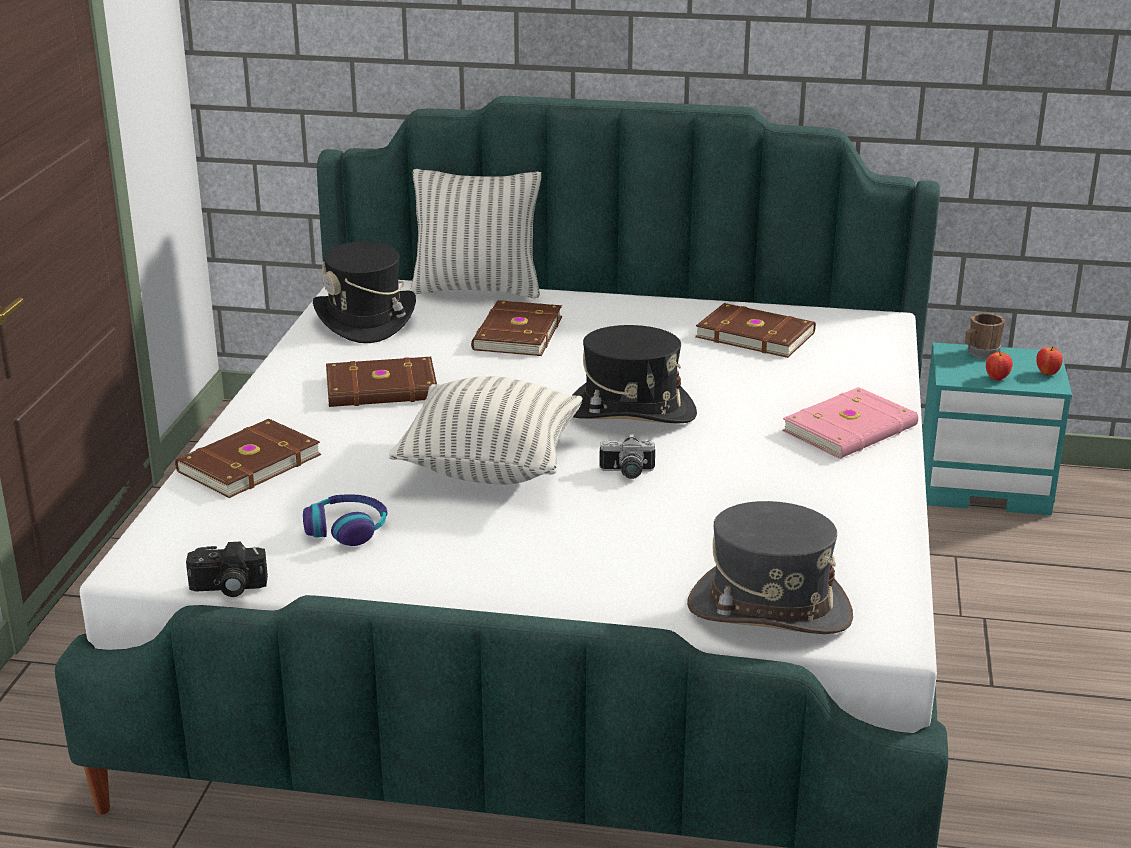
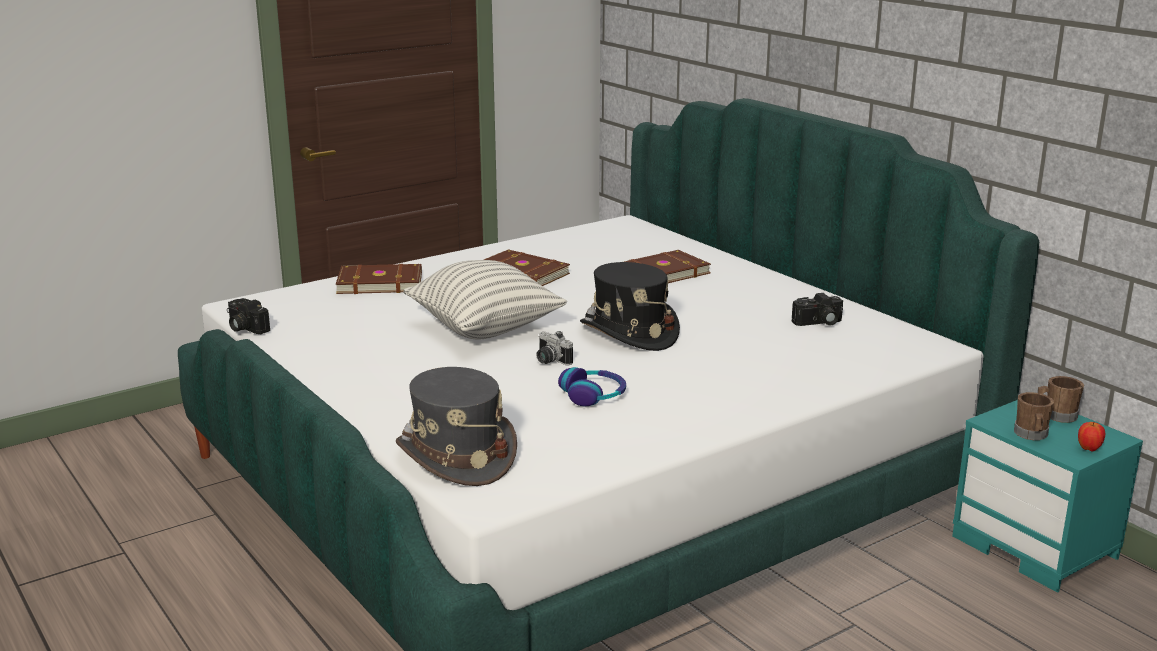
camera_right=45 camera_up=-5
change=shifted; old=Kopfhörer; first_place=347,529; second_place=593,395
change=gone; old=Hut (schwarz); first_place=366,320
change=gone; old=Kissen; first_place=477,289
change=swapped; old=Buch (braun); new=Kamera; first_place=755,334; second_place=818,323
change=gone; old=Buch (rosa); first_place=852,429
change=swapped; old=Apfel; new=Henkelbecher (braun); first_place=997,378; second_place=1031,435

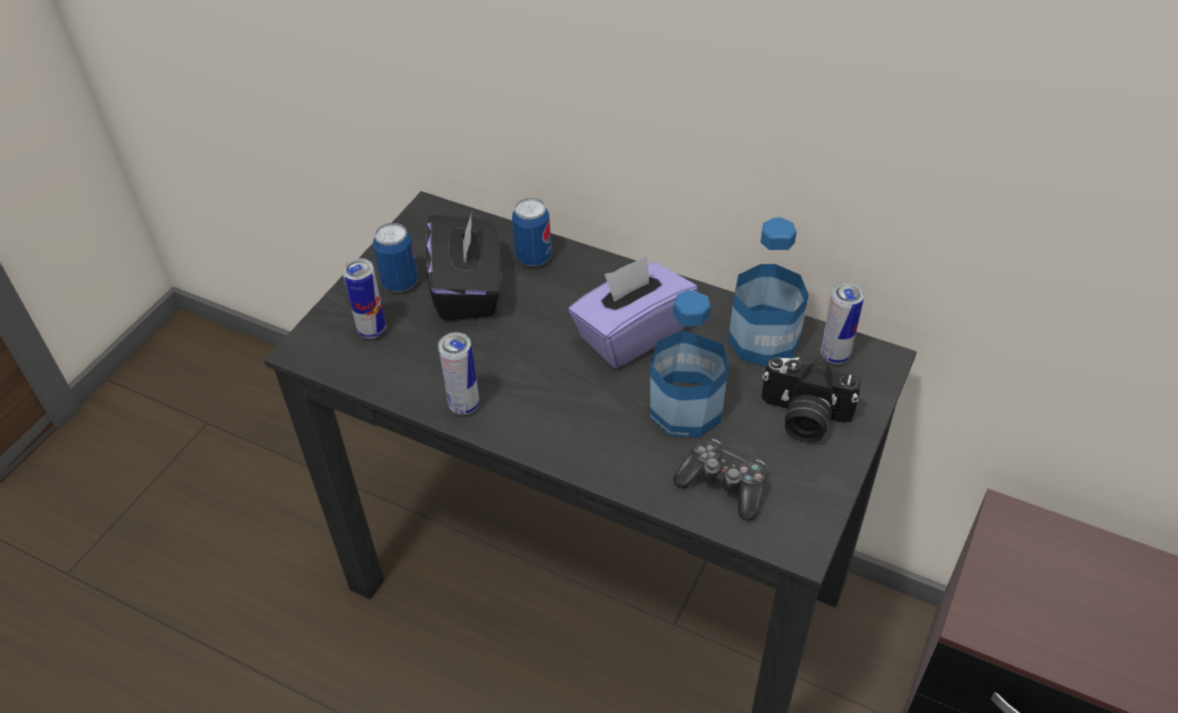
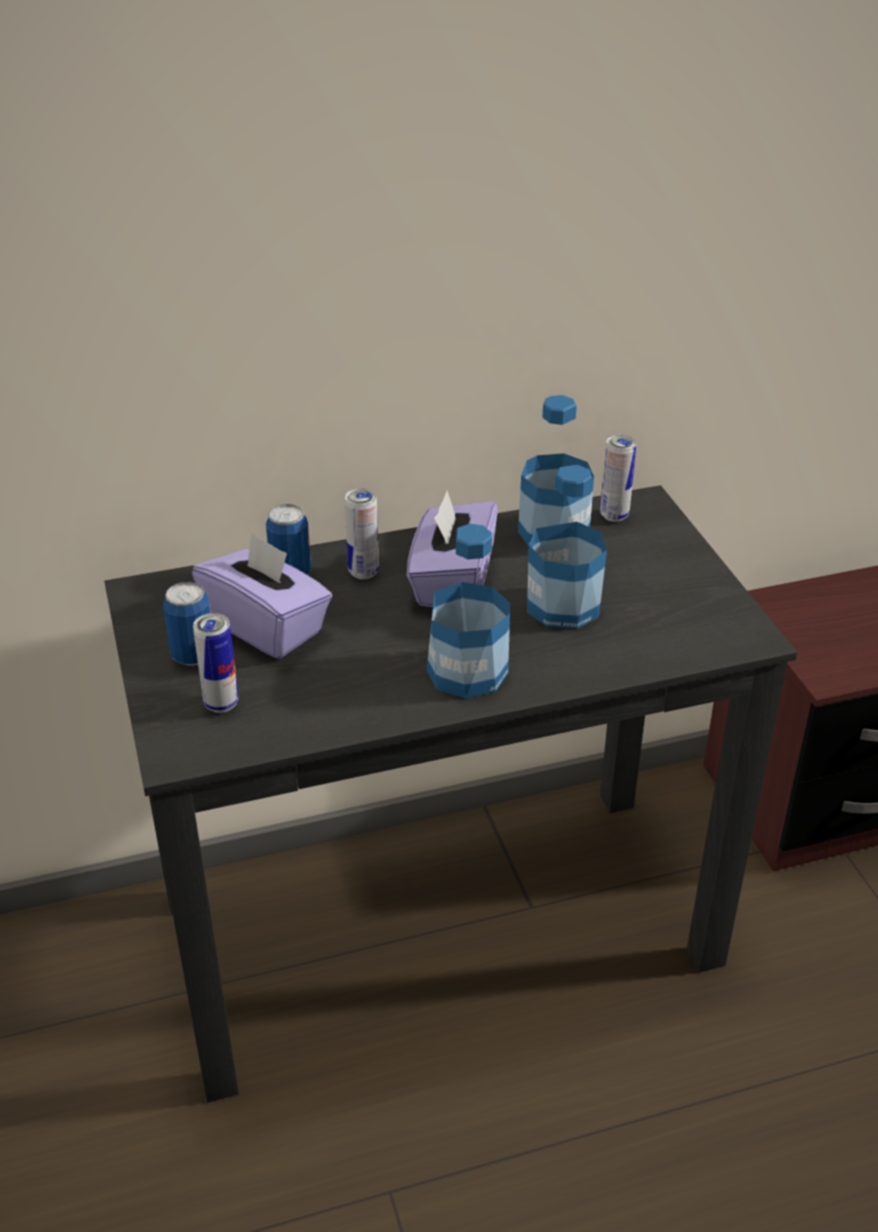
camera_right=-45 camera_up=-10
change=repainted; old=Taschentuchbox (schwarz); new=Taschentuchbox (lila); first_place=468,289; second_place=267,626
change=shifted; old=Dose; first_place=464,405; second_place=363,572
change=gone; old=Gamepad; first_place=723,485
change=gone; old=Kamera; first_place=803,418
change=new; new=Flasche; second_place=467,671

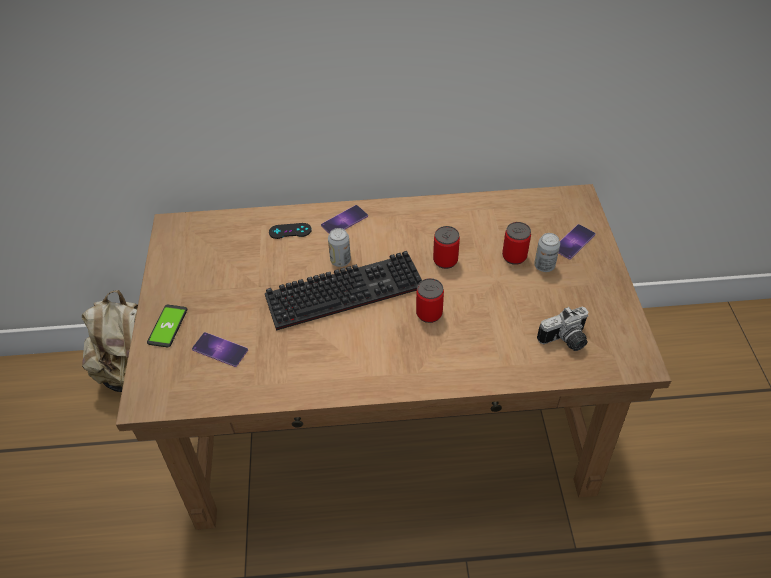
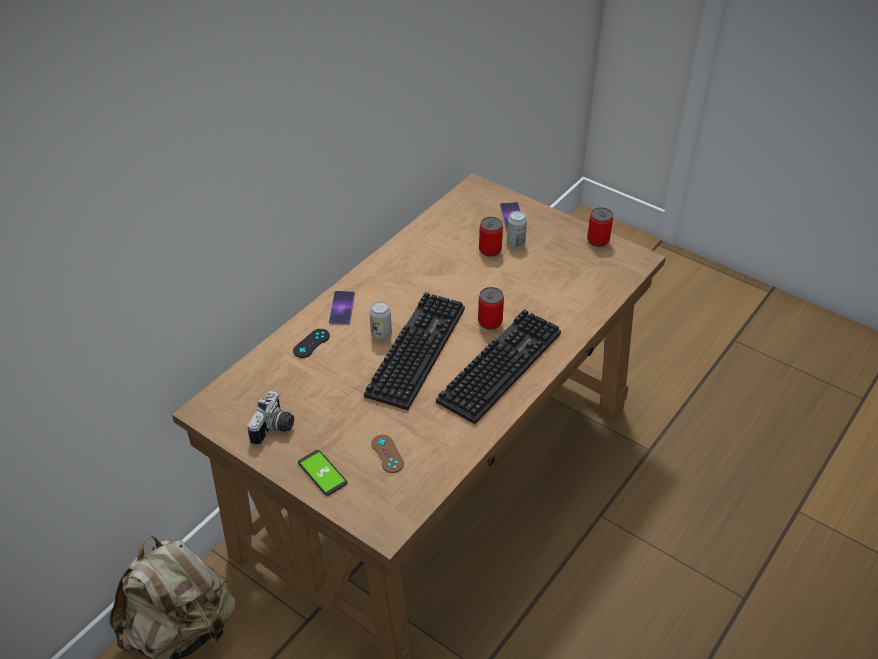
camera_right=-50 camera_up=-5
change=swapped; old=Handy; new=Gamepad (braun); first_place=220,349; second_place=387,454
change=shifted; old=Dose; first_place=445,260; second_place=598,240
change=shifted; old=Kamera; first_place=565,341; second_place=275,429
change=new; new=Tastatur; second_place=499,364

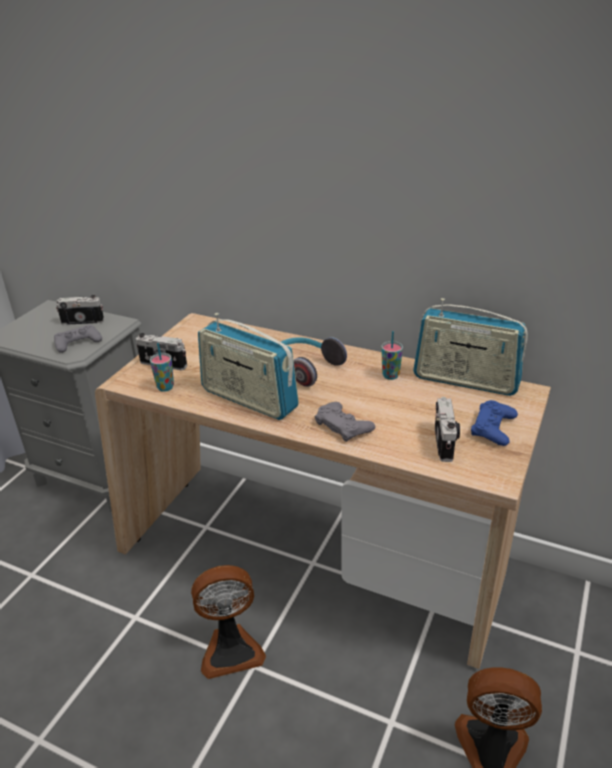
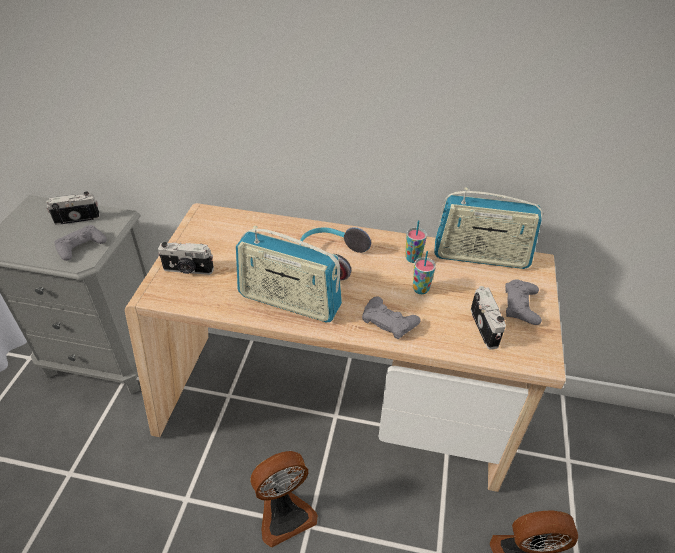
camera_right=-15 camera_up=10
change=shifted; old=Tasse; first_place=165,387; second_place=420,289
change=repainted; old=Gamepad (blau); new=Gamepad (grau); first_place=493,428; second_place=521,306

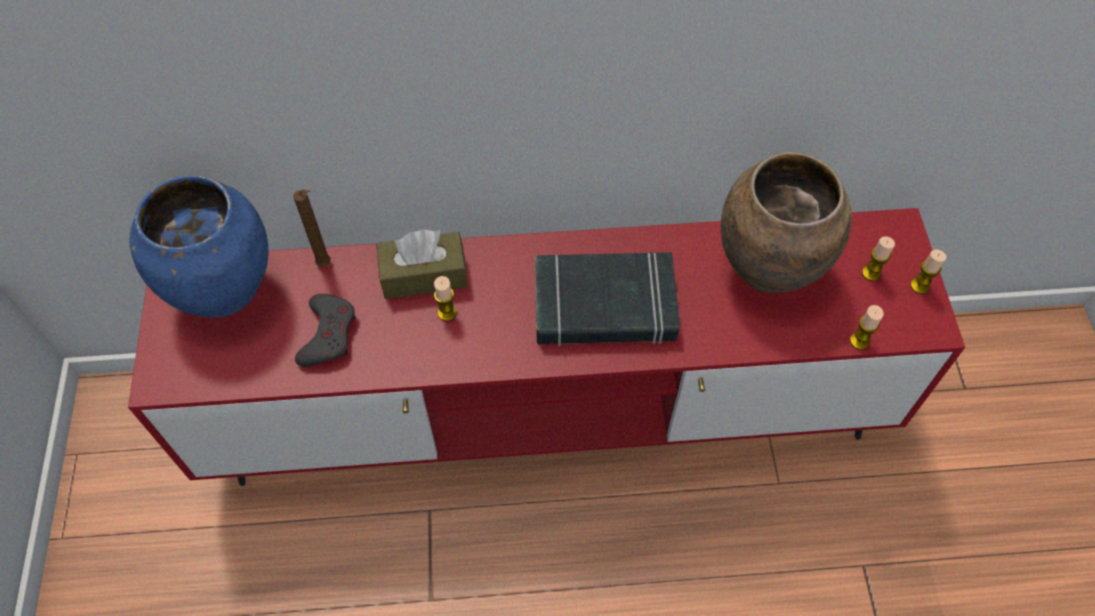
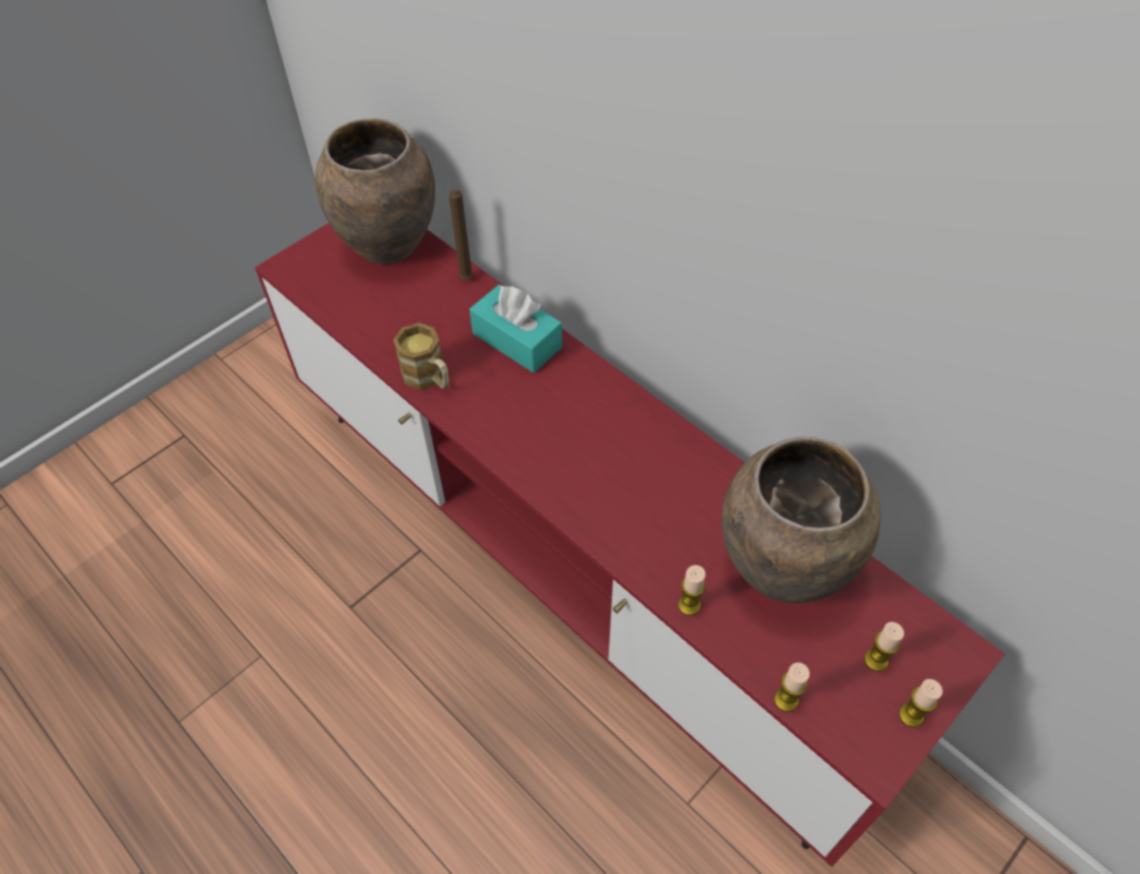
camera_right=50 camera_up=-5
change=repainted; old=Vase (blau); new=Vase (braun); first_place=224,291; second_place=388,246
change=gone; old=Gamepad (grau); first_place=328,334
change=repainted; old=Taschentuchbox (braun); new=Taschentuchbox (türkis); first_place=424,275; second_place=517,340
change=shifted; old=Kerze; first_place=447,313; second_place=689,605
change=gone; old=Buch (schwarz); first_place=604,306
change=new; new=Henkelbecher; second_place=429,378

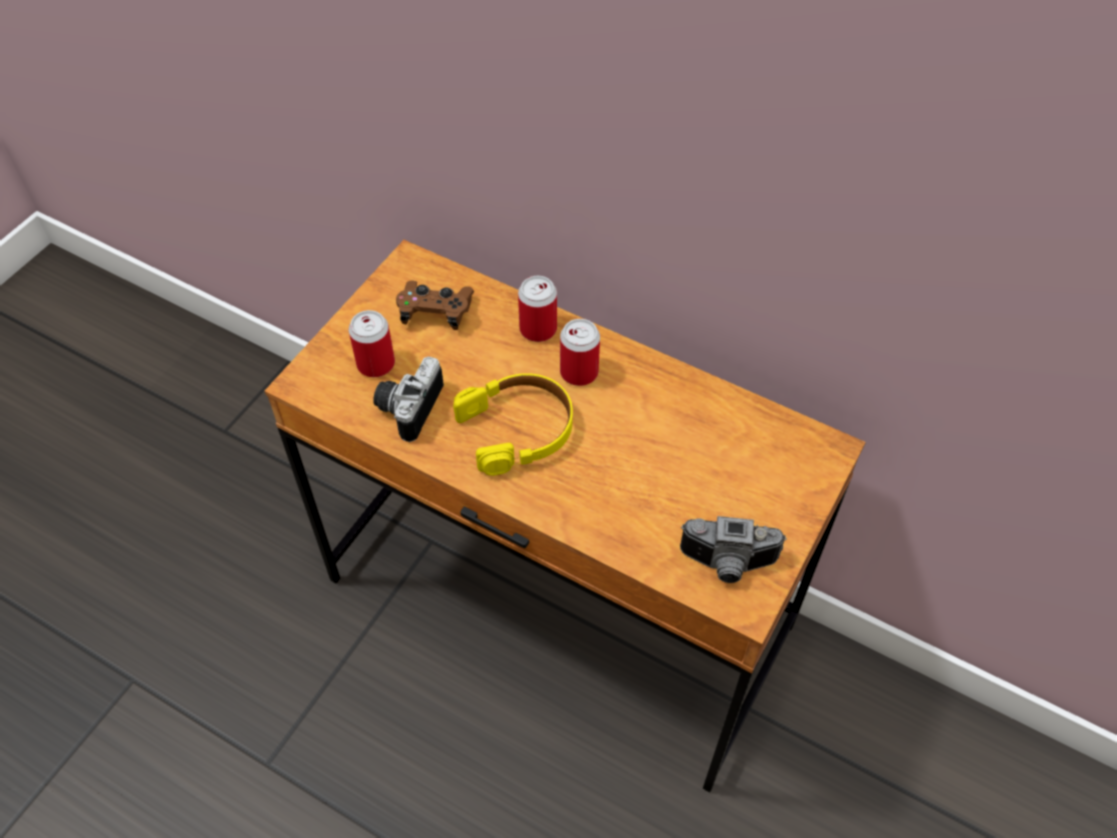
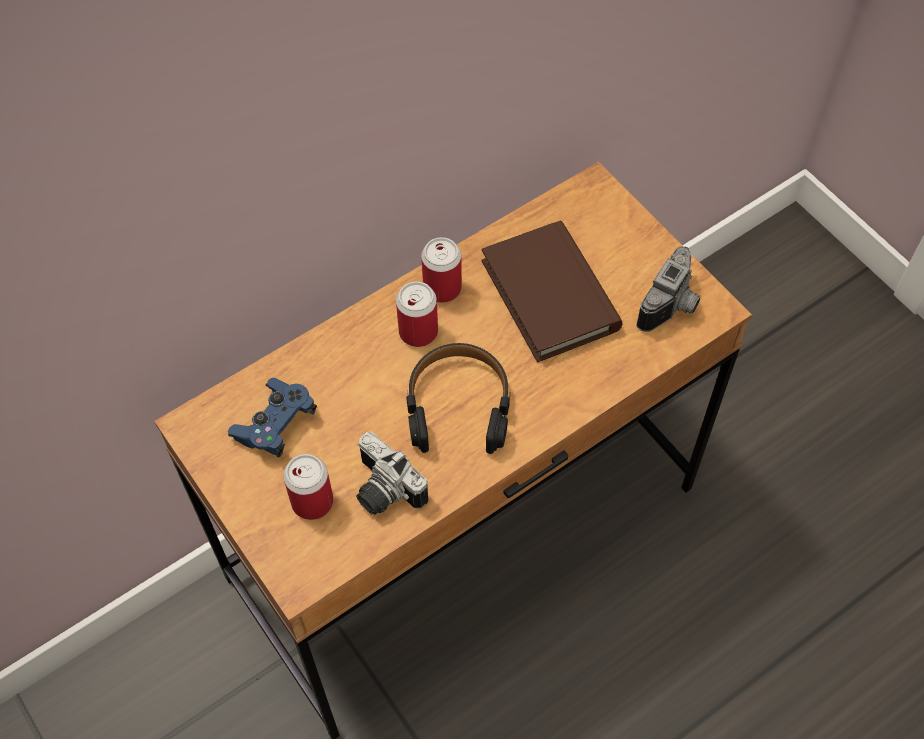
camera_right=-65 camera_up=5
change=repainted; old=Gamepad (braun); new=Gamepad (blau); first_place=436,312; second_place=275,425
change=repainted; old=Kopfhörer (gelb); new=Kopfhörer (schwarz); first_place=518,429; second_place=458,405
change=shifted; old=Dose; first_place=538,329; second_place=442,288
change=new; new=Buch (braun); second_place=550,295

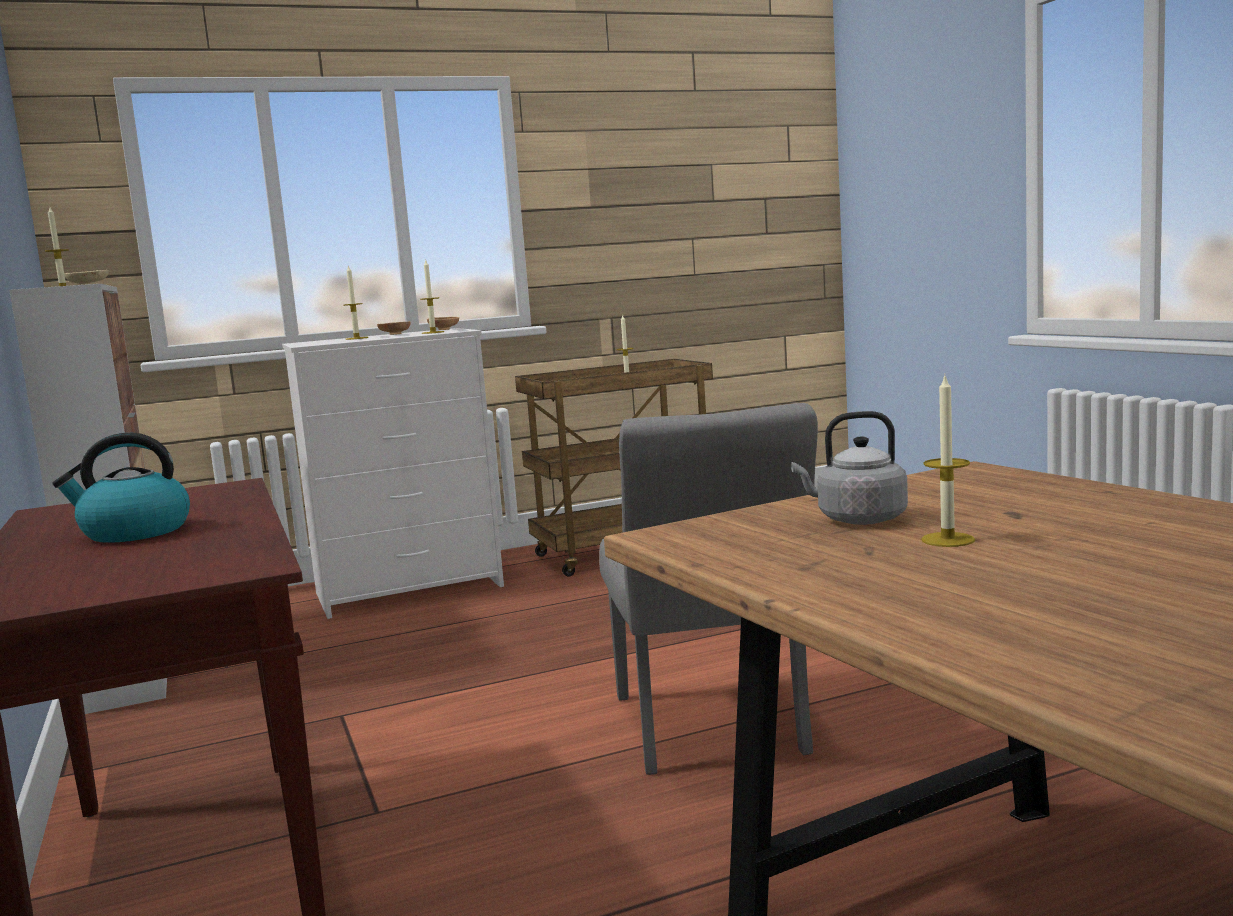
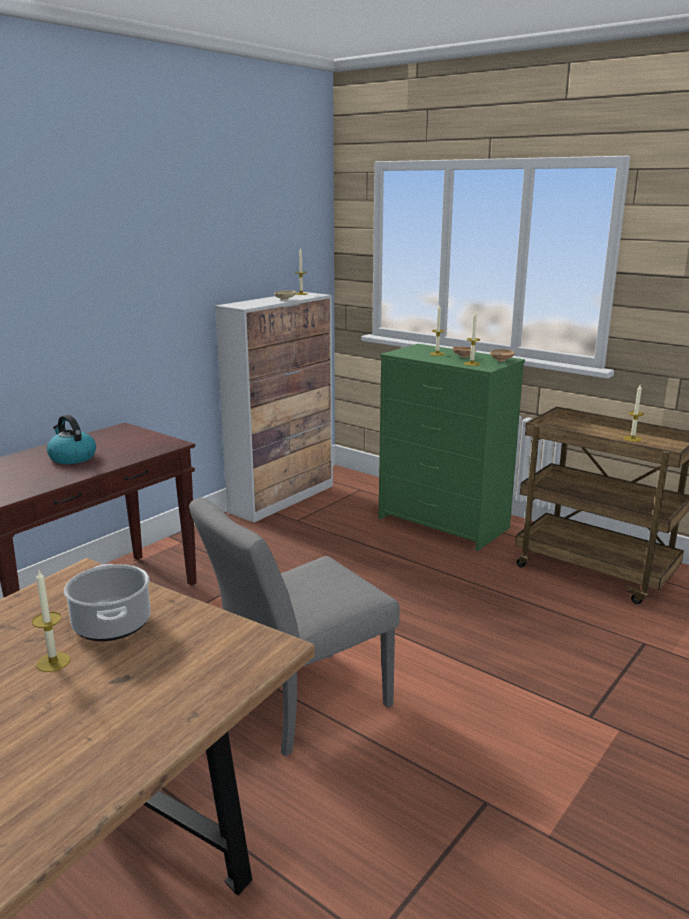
camera_right=60 camera_up=10
change=repainted; old=Kommode (weiß); new=Kommode (grün); first_place=410,589; second_place=444,523
change=swapped; old=Wasserkessel (grau); new=Kochtopf; first_place=857,519; second_place=111,624

